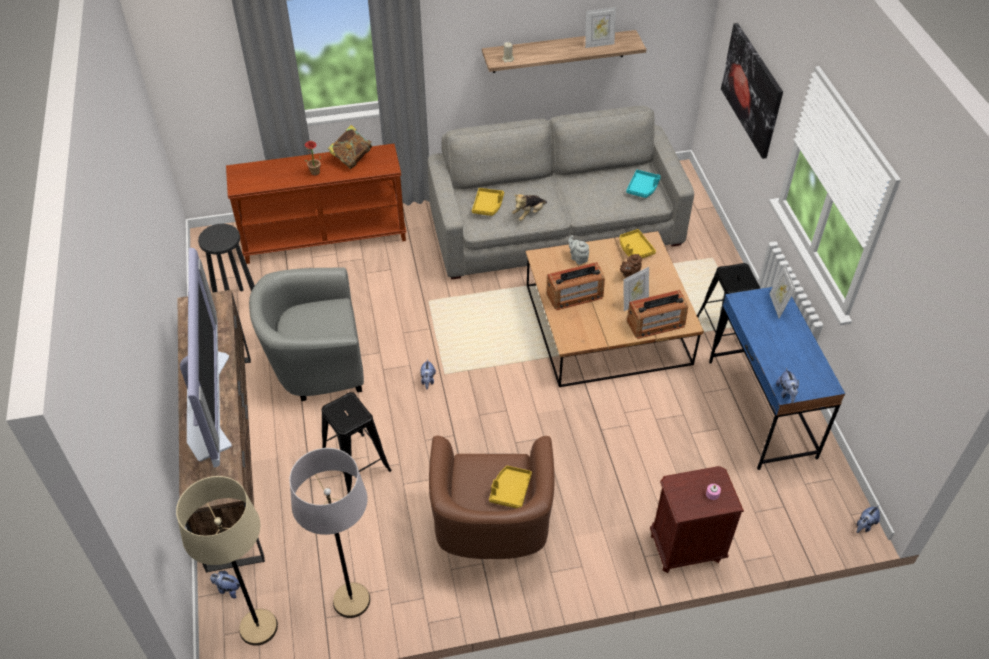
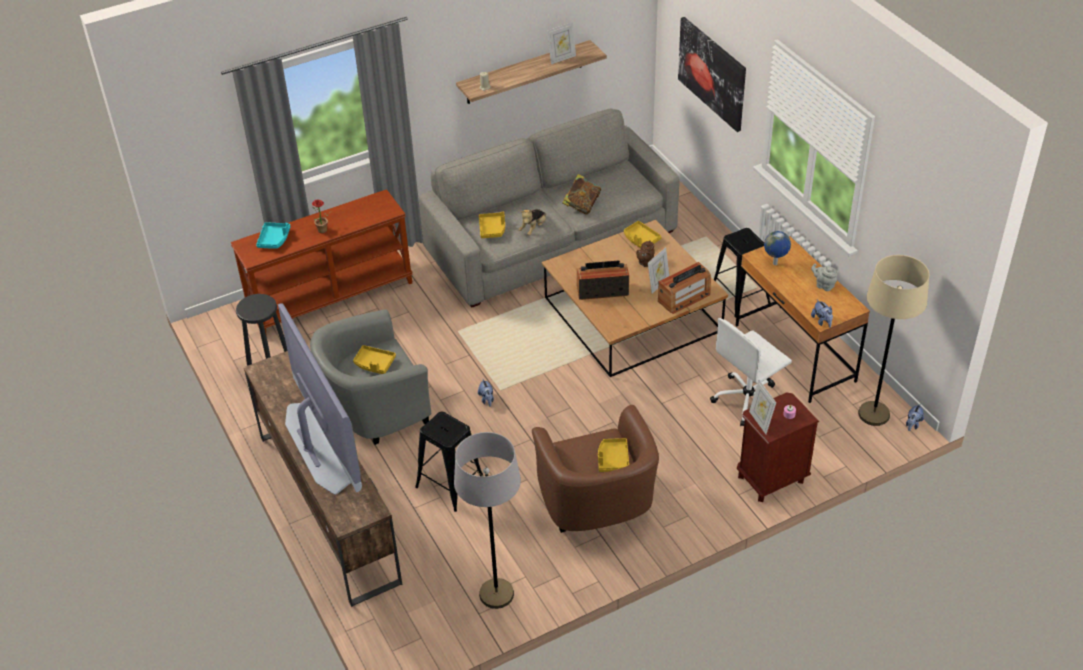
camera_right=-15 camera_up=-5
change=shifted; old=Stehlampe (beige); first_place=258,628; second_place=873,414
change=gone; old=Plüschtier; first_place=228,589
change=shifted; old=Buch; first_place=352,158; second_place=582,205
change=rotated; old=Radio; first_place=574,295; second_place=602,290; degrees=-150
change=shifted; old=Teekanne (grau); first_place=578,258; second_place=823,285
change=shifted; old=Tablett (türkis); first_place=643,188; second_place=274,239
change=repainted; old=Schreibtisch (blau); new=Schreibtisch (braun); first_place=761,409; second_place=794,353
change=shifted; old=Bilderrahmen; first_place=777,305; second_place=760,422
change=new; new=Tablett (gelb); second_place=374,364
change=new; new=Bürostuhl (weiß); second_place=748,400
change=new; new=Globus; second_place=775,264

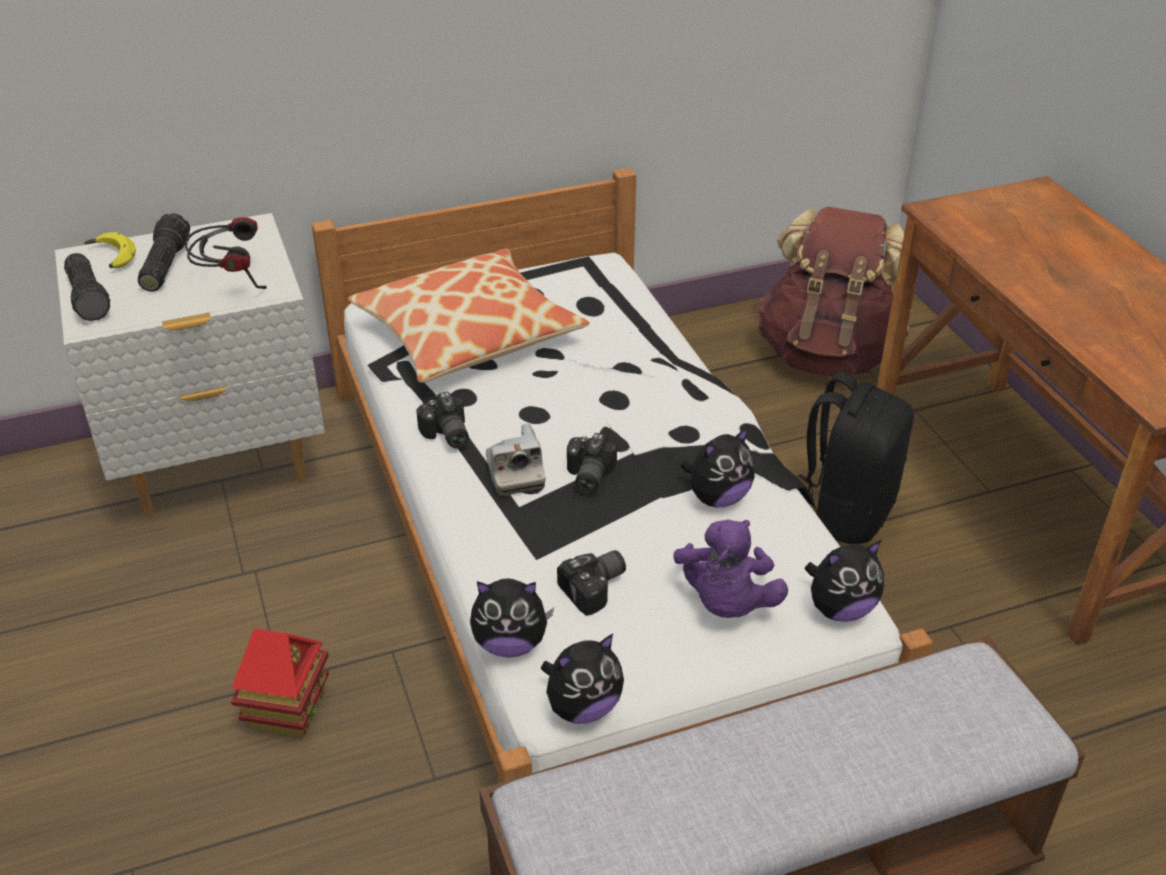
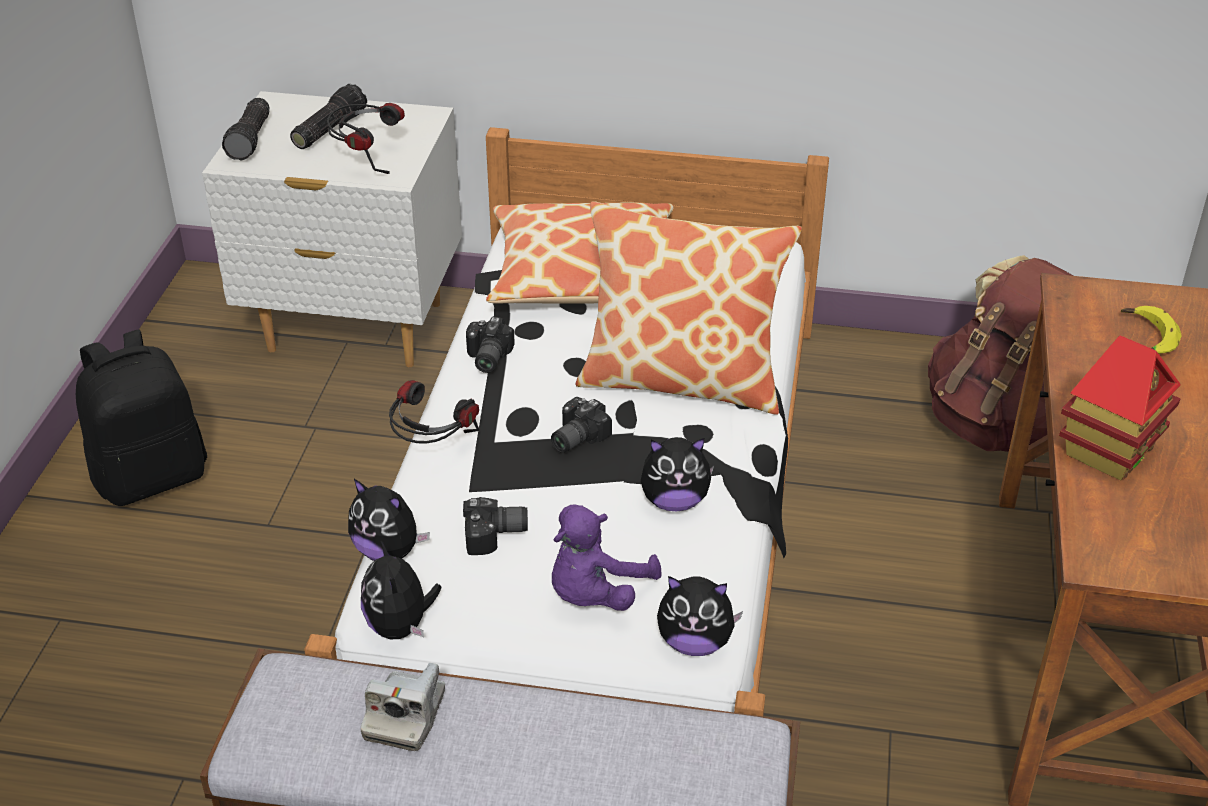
camera_right=30 camera_up=0
change=shifted; old=Banane; first_place=110,258; second_place=1147,337
change=shifted; old=Spielzeughaus; first_place=288,710; second_place=1108,451
change=shifted; old=Kamera; first_place=515,473; second_place=405,716
change=rotated; old=Plüschtier; first_place=582,707; second_place=400,626; degrees=75
change=shifted; old=Rucksack (schwarz); first_place=845,511; second_place=152,476
change=new; new=Kopfhörer; second_place=431,448
change=new; new=Kissen; second_place=682,380

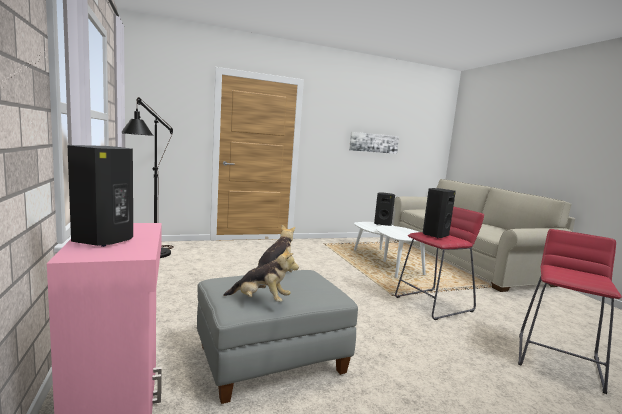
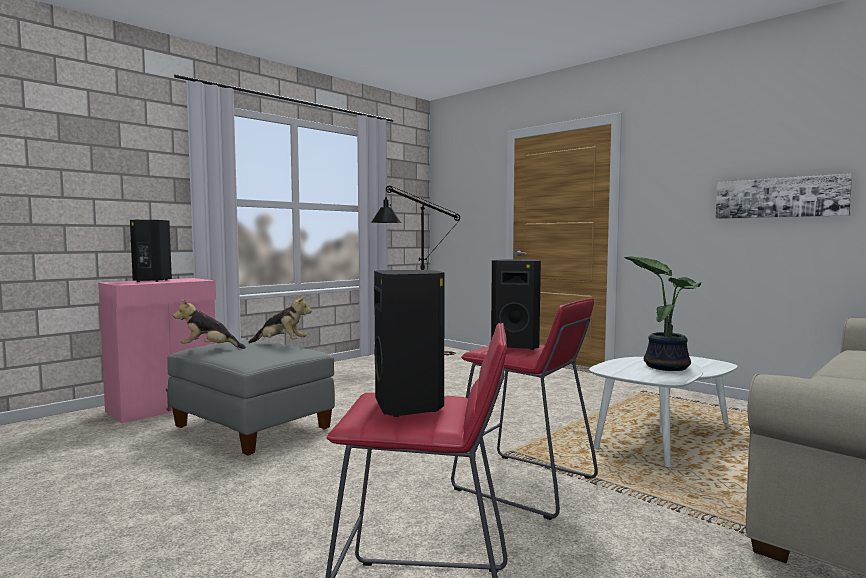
camera_right=65 camera_up=-5
change=rotated; old=Plüschtier; first_place=261,301; second_place=209,349; degrees=105
change=shifted; old=Lautsprecher (schwarz); first_place=382,224; second_place=410,406
change=new; new=Topfpflanze; second_place=665,366

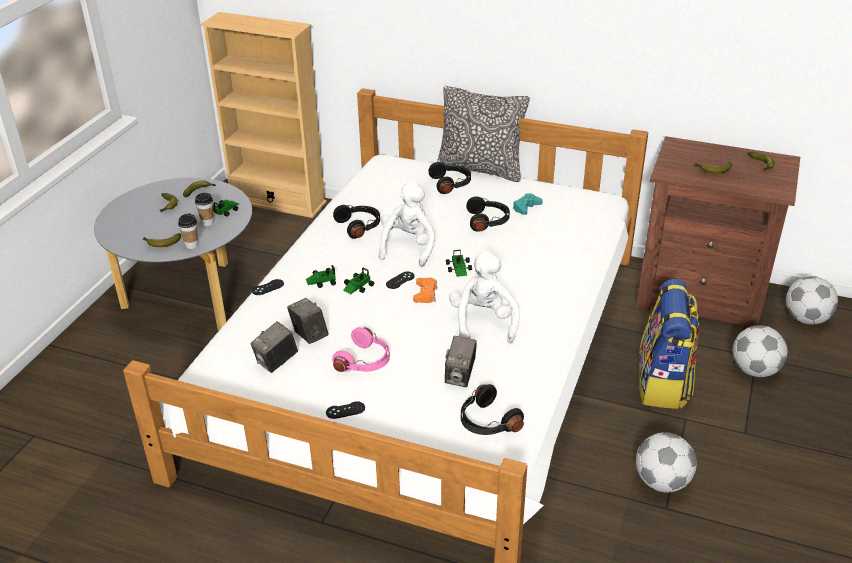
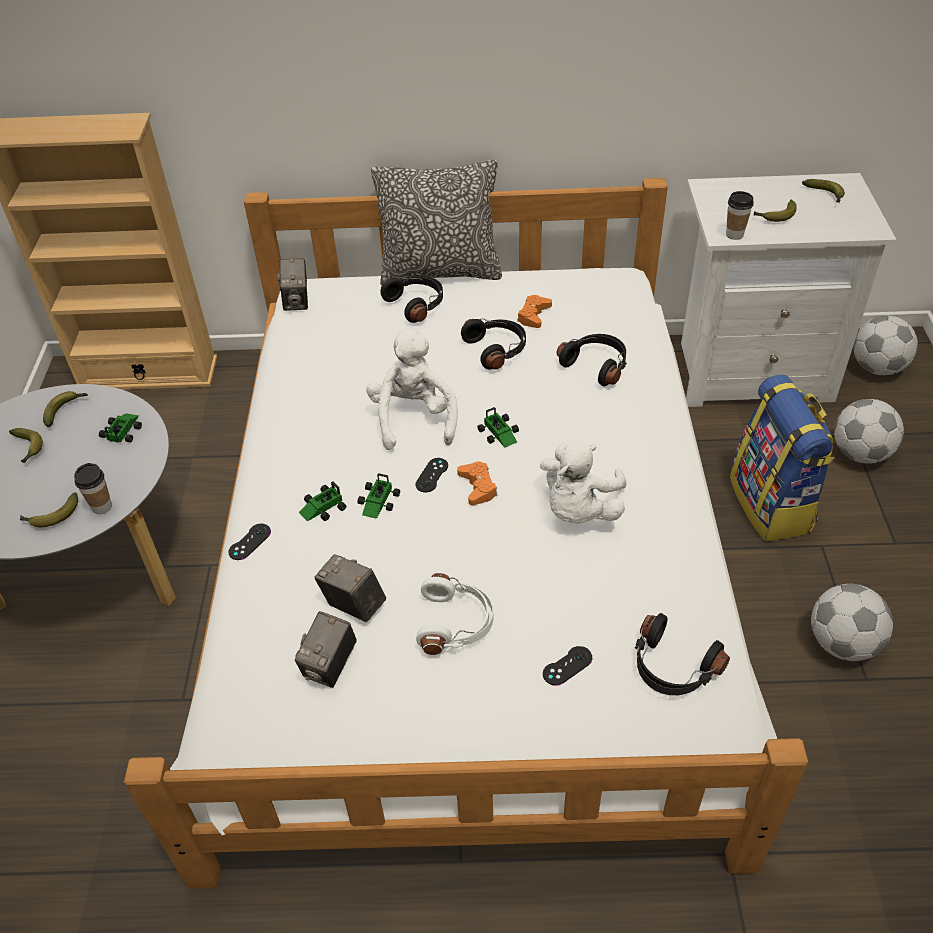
camera_right=-20 camera_up=10
change=shifted; old=Tasse; first_place=207,223; second_place=734,235
change=shifted; old=Gamepad (schwarz); first_place=345,410; second_place=567,666
change=repainted; old=Kopfhörer (rosa); new=Kopfhörer (weiß); first_place=365,361; second_place=456,623
change=shifted; old=Kopfhörer (schwarz); first_place=359,226; second_place=596,365
change=shifted; old=Kamera; first_place=460,376; second_place=297,301
change=rotated; old=Plüschtier (weiß); first_place=483,322; second_place=579,509; degrees=-135
change=repainted; old=Gamepad (türkis); new=Gamepad (orange); first_place=526,207; second_place=534,315
change=repainted; old=Nachttisch (braun); new=Nachttisch (weiß); first_place=701,297; second_place=751,371

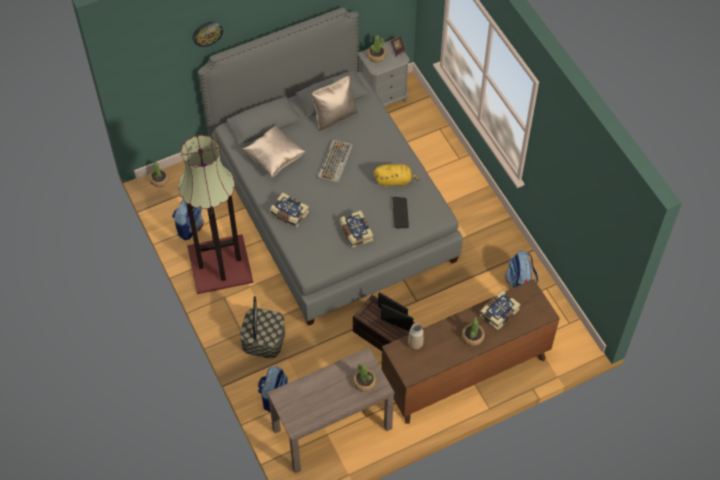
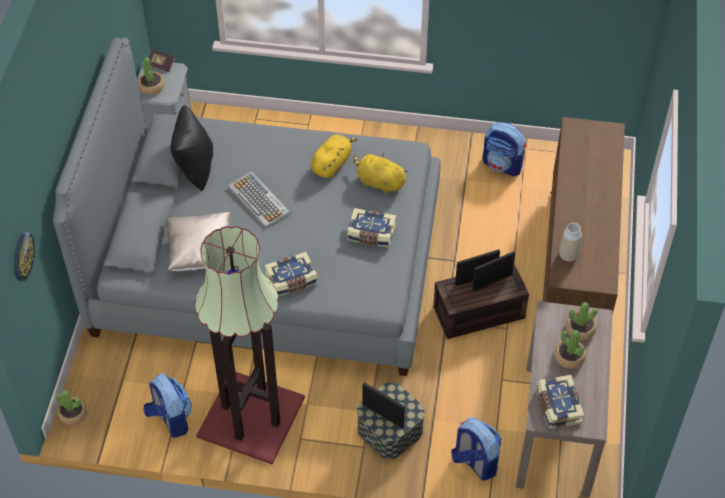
camera_right=-55 camera_up=-5
change=shifted; old=Wanduhr; first_place=207,33; second_place=22,256
change=repainted; old=Kissen (beige); new=Kissen (schwarz); first_place=334,116; second_place=195,167
change=swapped; old=Tastatur; new=Plüschtier (gelb); first_place=400,213; second_place=379,182
change=shifted; old=Topfpflanze; first_place=472,337; second_place=569,357
change=shifted; old=Buch; first_place=498,313; second_place=557,407

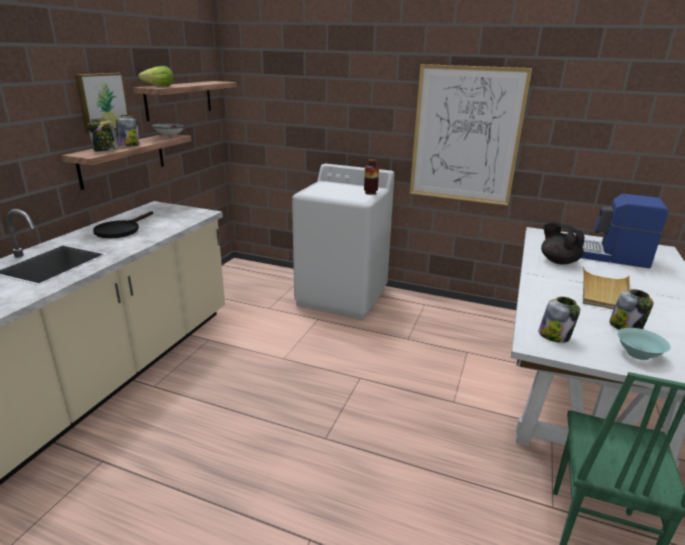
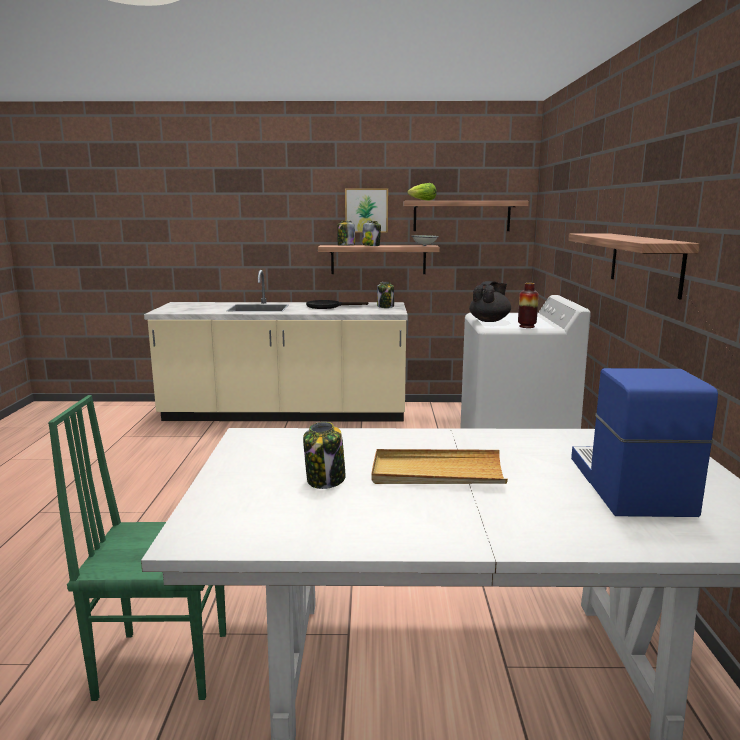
camera_right=70 camera_up=-10
change=swapped; old=Bild; new=Wandregal; first_place=465,136; second_place=645,262
change=shifted; old=Vorratsglas; first_place=554,335; second_place=385,306
change=shifted; old=Teekanne (schwarz); first_place=558,261; second_place=489,321
change=gone; old=Schüssel (türkis); first_place=638,354

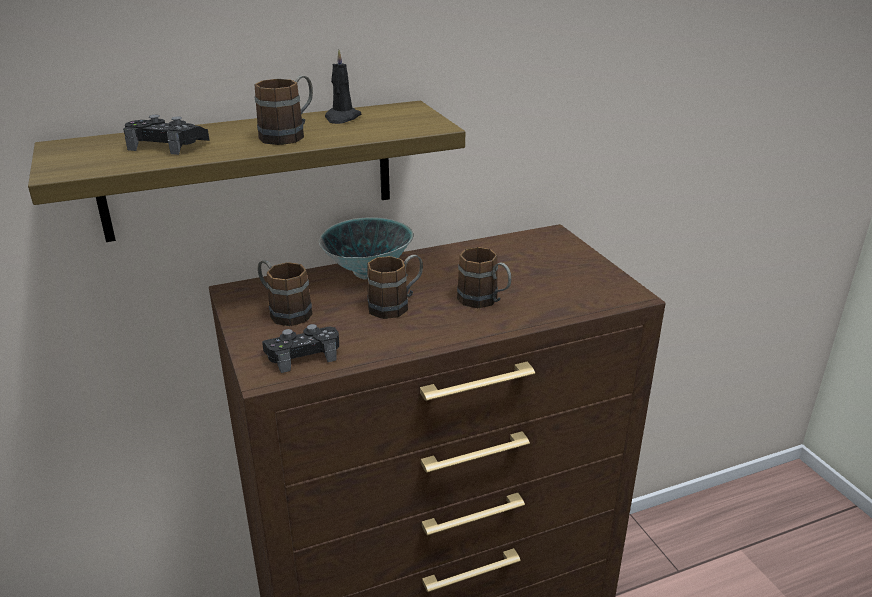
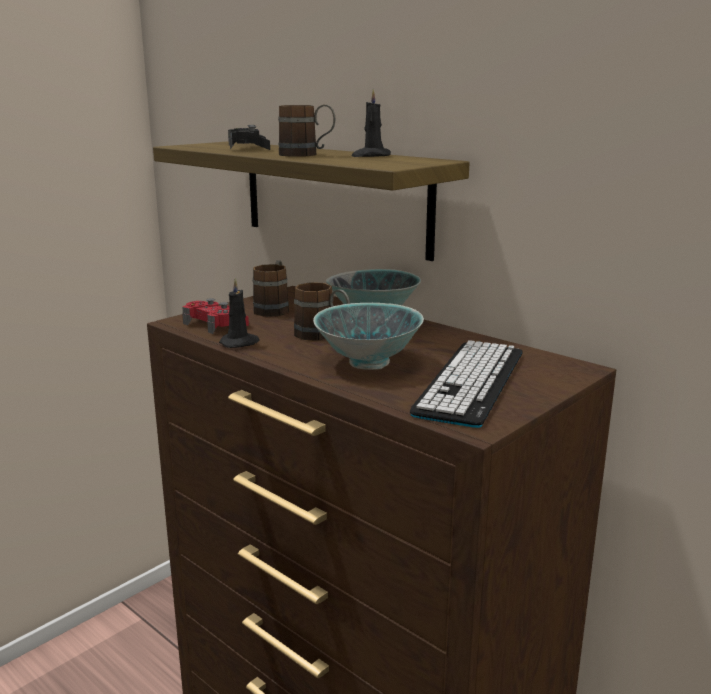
camera_right=65 camera_up=-10
change=repainted; old=Gamepad (schwarz); new=Gamepad (rot); first_place=303,354; second_place=215,325
change=swapped; old=Henkelbecher (braun); new=Schüssel; first_place=484,301; second_place=368,363
change=new; new=Kerze (schwarz); second_place=240,343
change=new; new=Tastatur; second_place=471,382

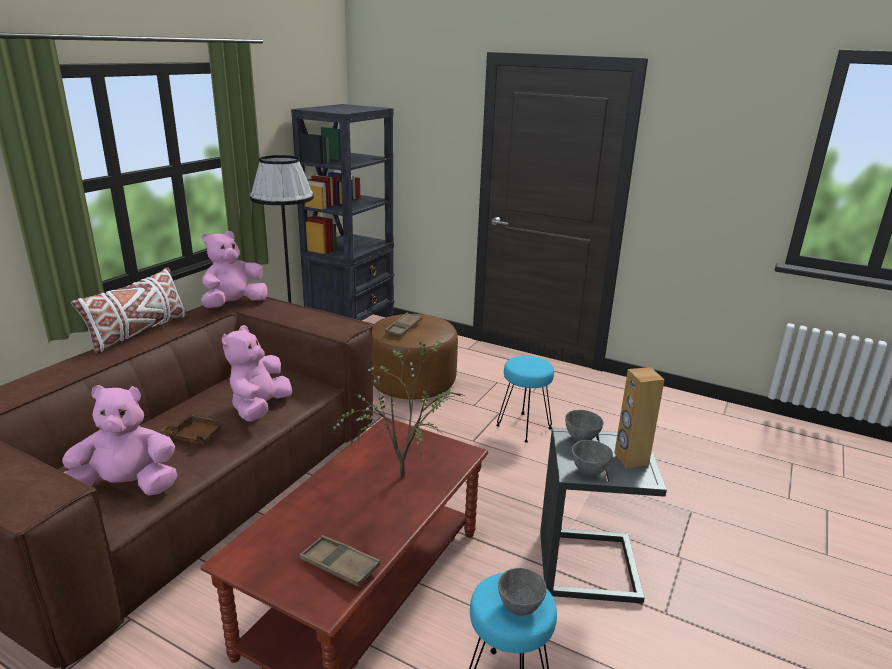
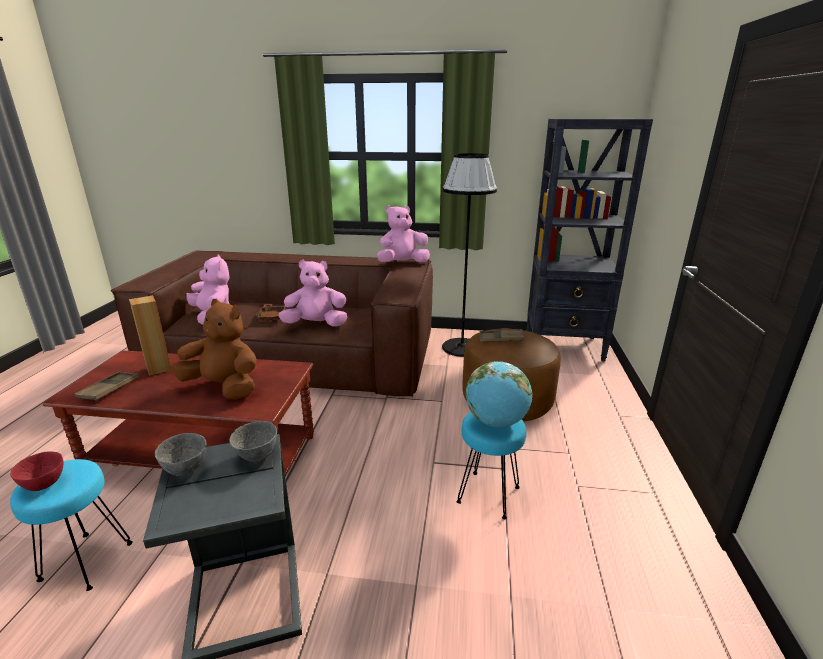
camera_right=70 camera_up=0
change=gone; old=Kissen (weiß); first_place=138,332
change=rotated; old=Plüschtier (rosa); first_place=234,304; second_place=402,263; degrees=-45
change=swapped; old=Topfpflanze; new=Plüschtier (braun); first_place=401,473; second_place=224,387
change=repainted; old=Schüssel (grau); new=Schüssel (rot); first_place=518,607; second_place=45,484
change=shifted; old=Lautsprecher (braun); first_place=630,459; second_place=159,368
change=new; new=Globus; second_place=496,422

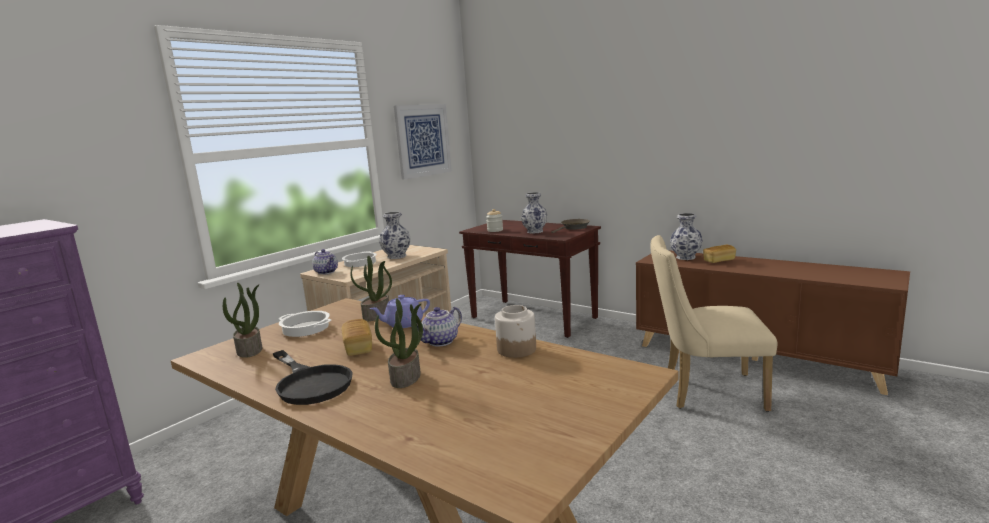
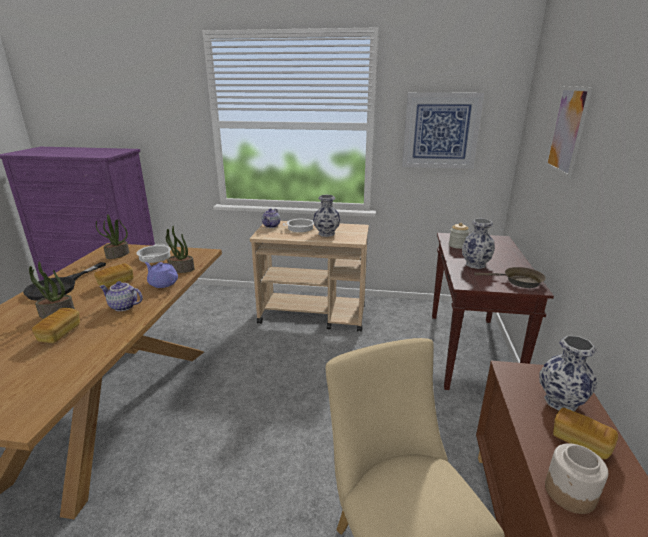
camera_right=60 camera_up=10
change=shifted; old=Vorratsglas; first_place=517,349; second_place=570,493
change=new; new=Brot; second_place=60,333
change=new; new=Bild; second_place=567,130

